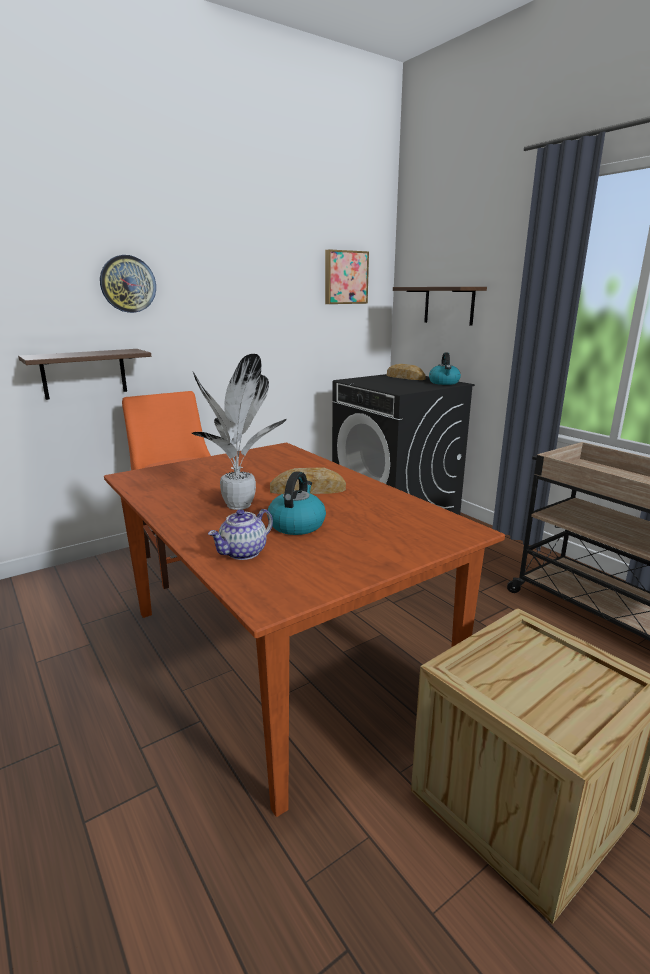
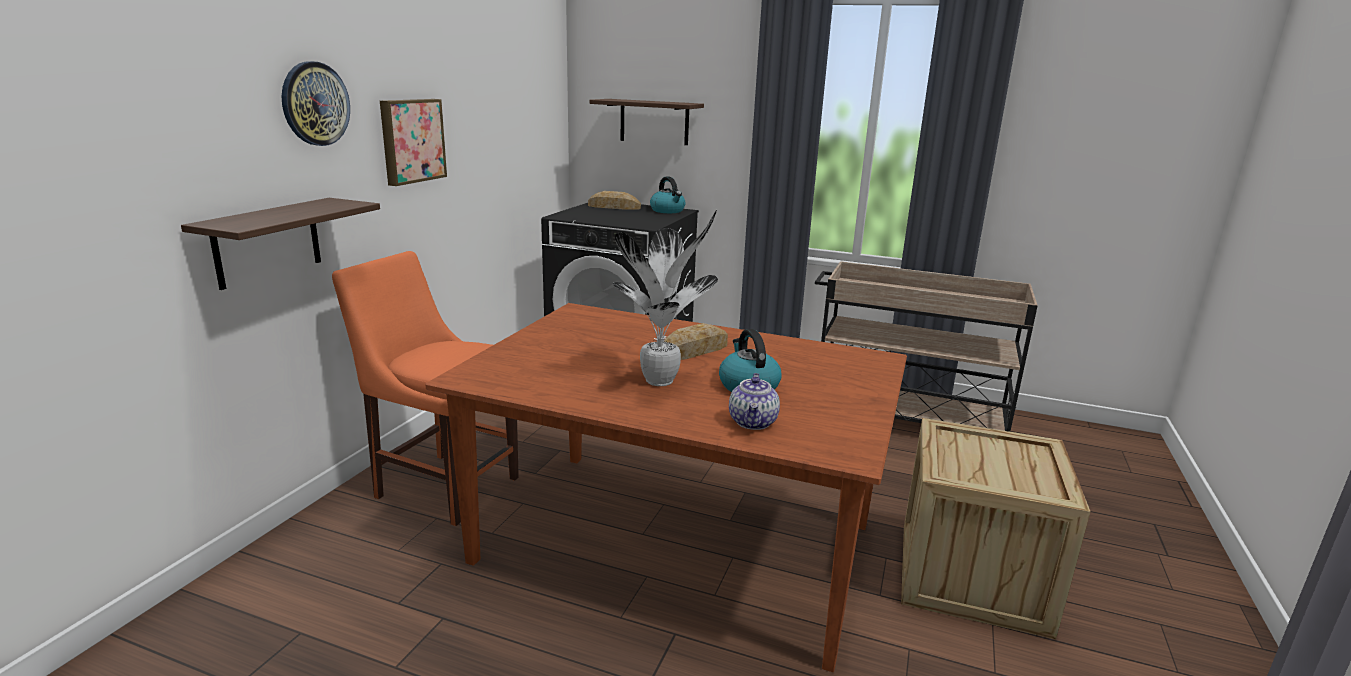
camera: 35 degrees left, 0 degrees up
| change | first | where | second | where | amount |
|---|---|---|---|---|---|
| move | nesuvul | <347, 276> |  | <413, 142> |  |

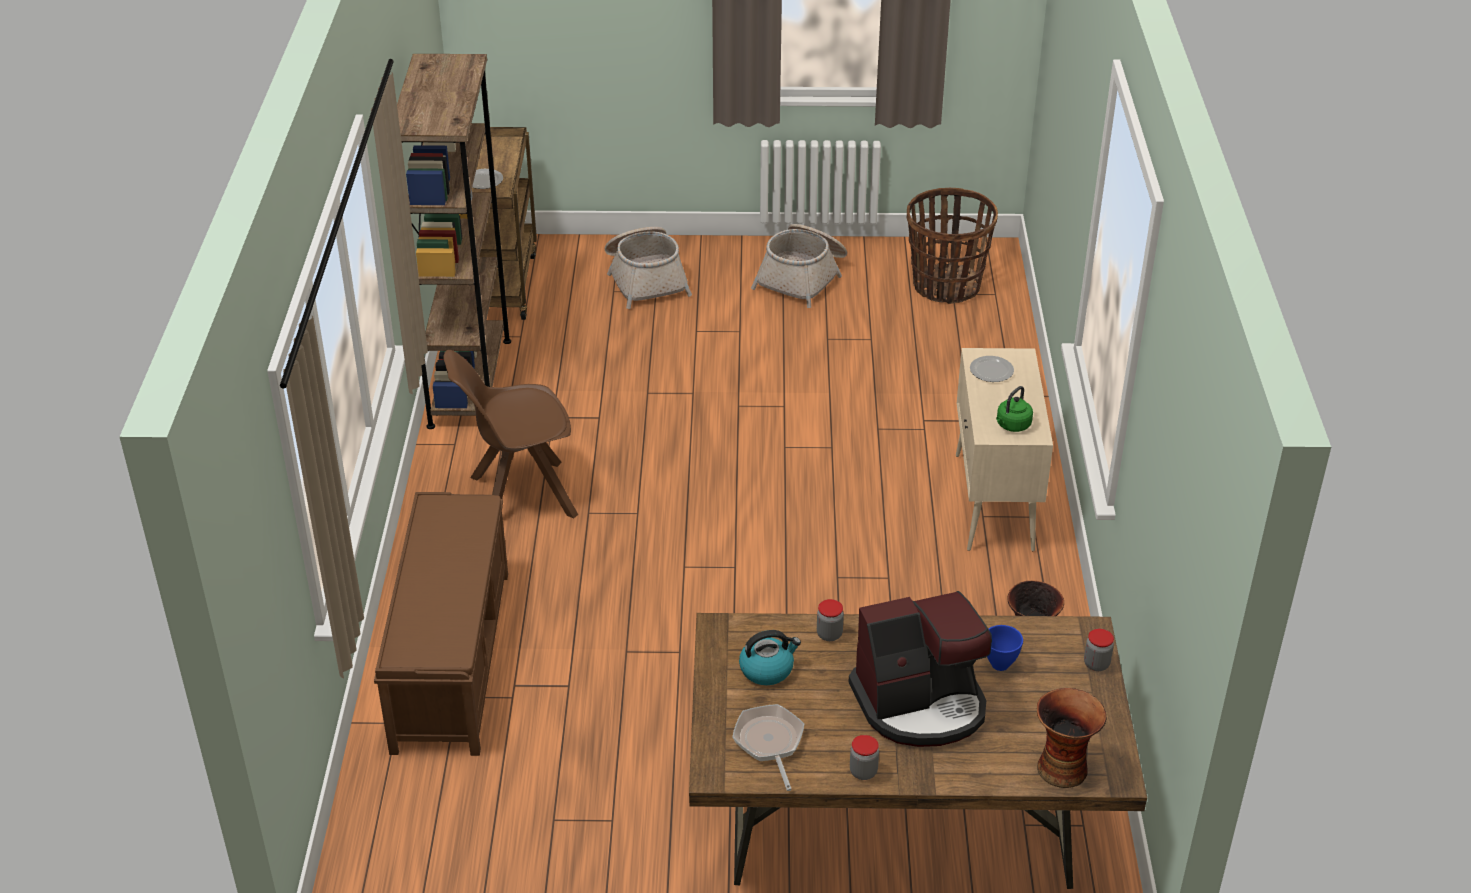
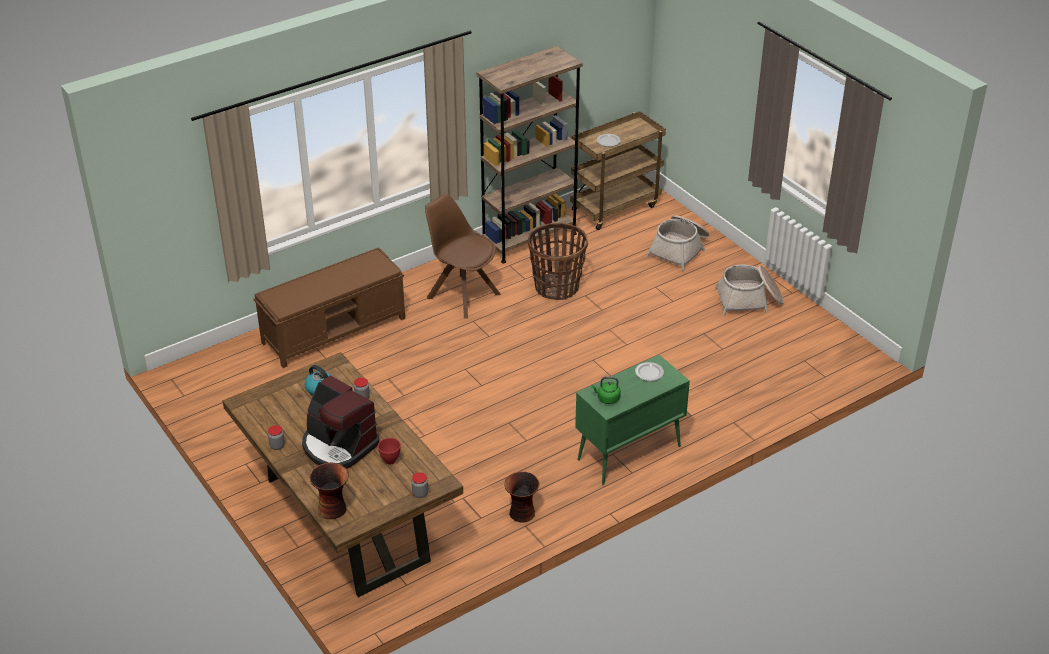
camera: 55 degrees right, 0 degrees up
| change | first | where | second | where | amount |
|---|---|---|---|---|---|
| delete | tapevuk | <768, 747> |  |  |  |
| move | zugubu | <952, 246> |  | <558, 261> |  |
| recolor | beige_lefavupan | <1004, 449> | green_lefavupan | <632, 420> |  |
| recolor | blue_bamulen | <1005, 648> | red_bamulen | <389, 451> |  |

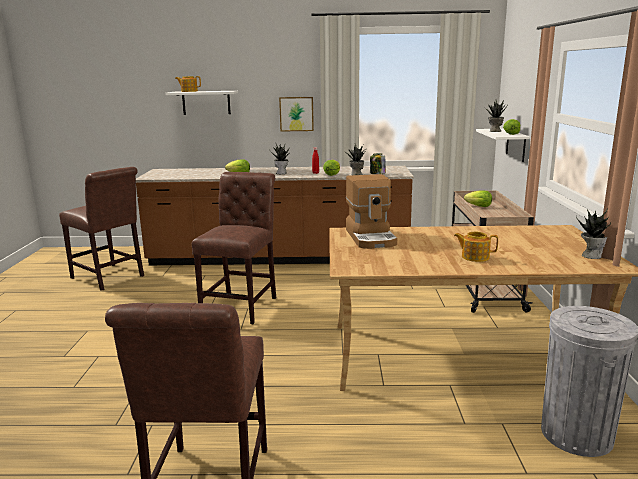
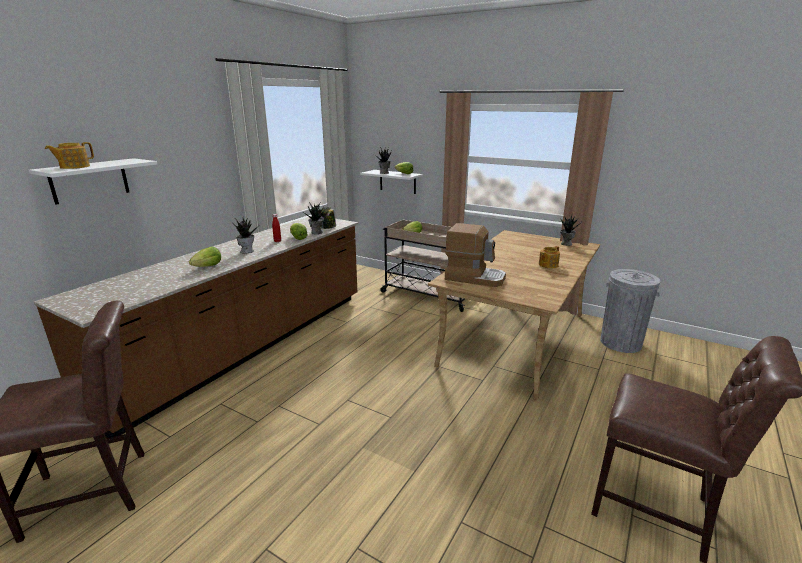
camera: 60 degrees left, 5 degrees up
| change | first | where | second | where | amount |
|---|---|---|---|---|---|
| delete | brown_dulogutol | <234, 248> |  |  |  |
| delete | nesuvul | <296, 114> |  |  |  |

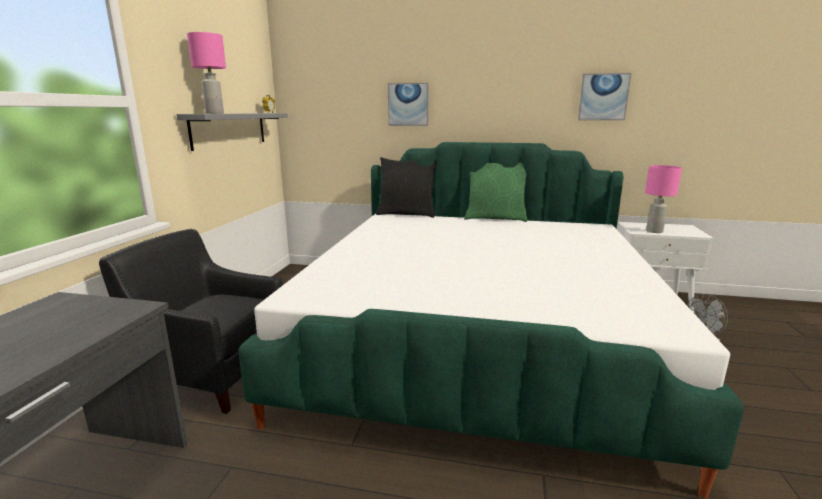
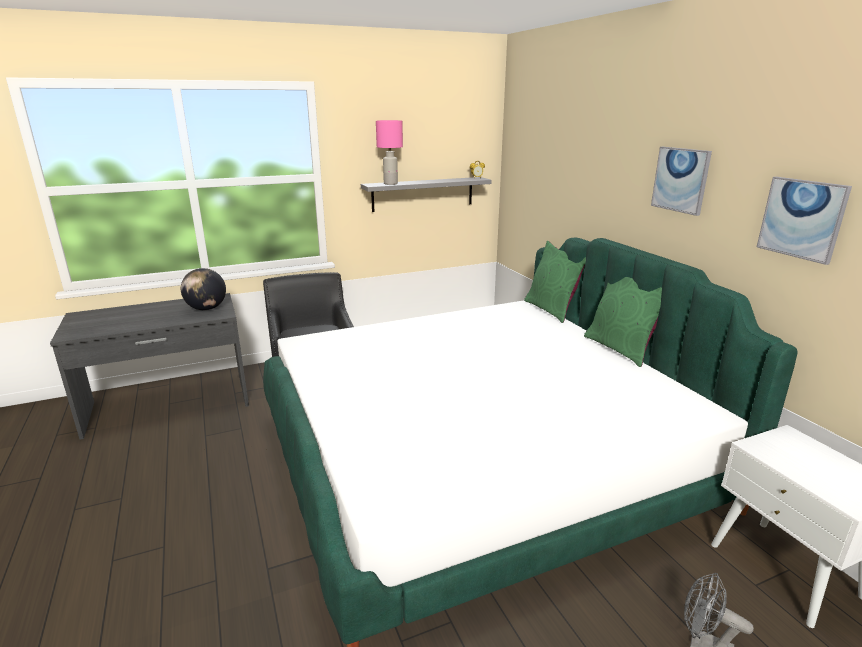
camera: 55 degrees right, 5 degrees up
| change | first | where | second | where | amount |
|---|---|---|---|---|---|
| delete | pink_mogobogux | <663, 199> |  |  |  |
| insert |  |  | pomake | <203, 289> |  |
| move | nesuvul | <408, 104> |  | <681, 181> |  |
| recolor | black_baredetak | <406, 187> | green_baredetak | <555, 282> |  |

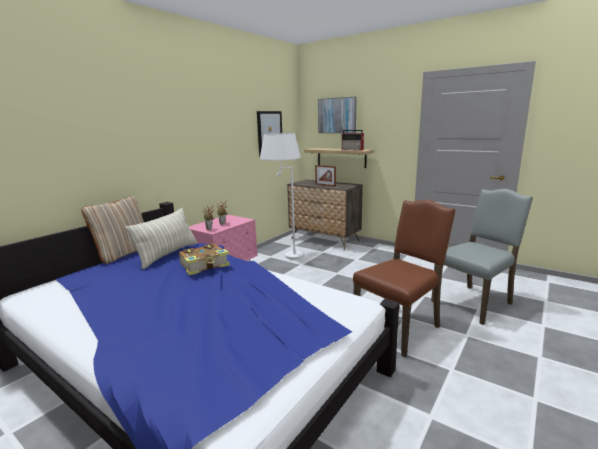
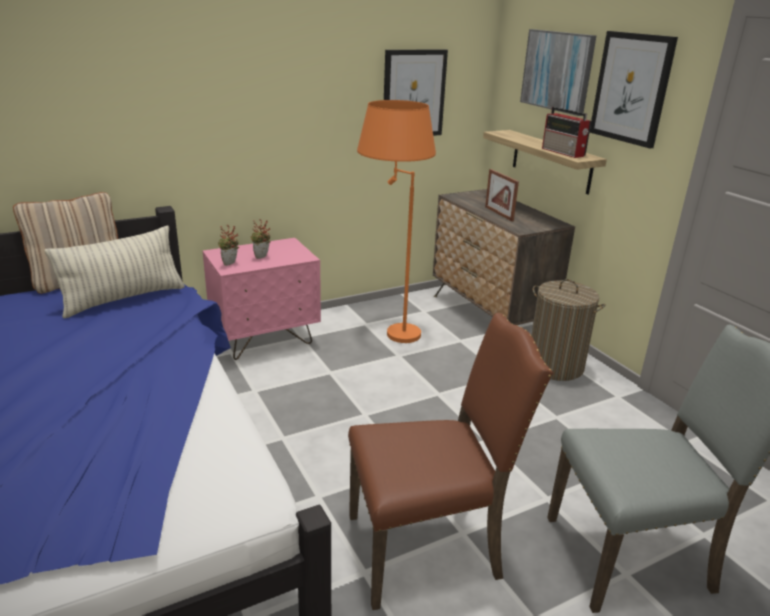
camera: 25 degrees right, 10 degrees up
| change | first | where | second | where | amount |
|---|---|---|---|---|---|
| delete | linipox | <204, 259> |  |  |  |
| insert |  |  | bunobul | <568, 330> |  |
| insert |  |  | nesuvul | <634, 89> |  |
| recolor | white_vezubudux | <282, 196> | orange_vezubudux | <396, 221> |  |

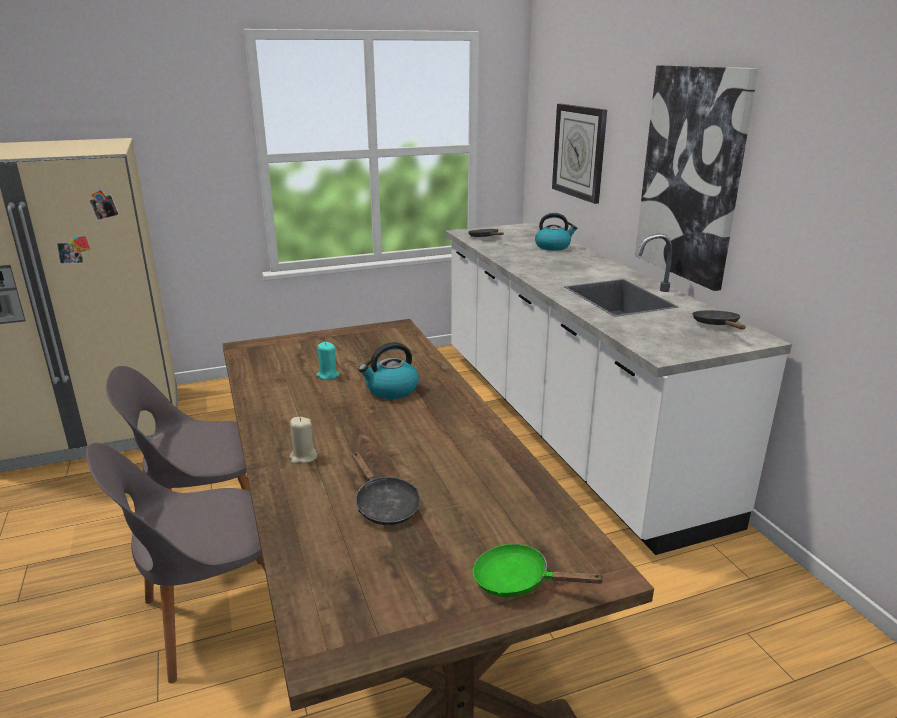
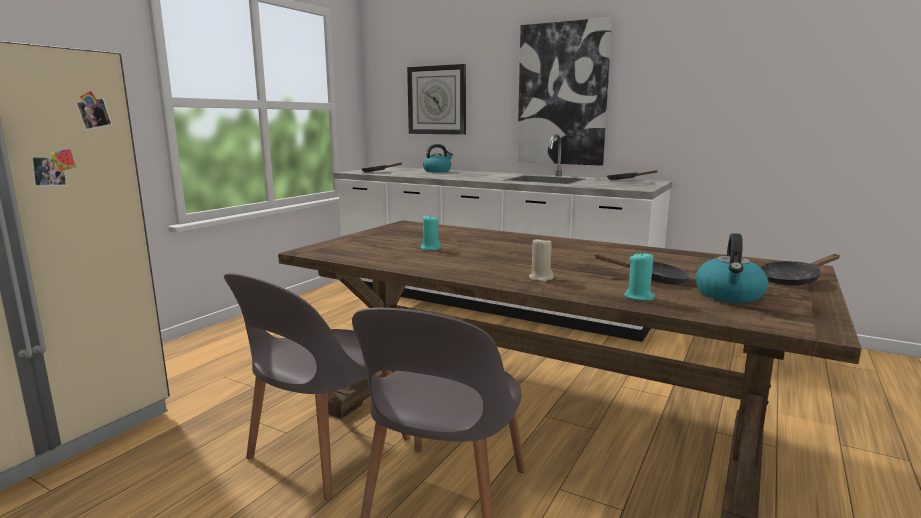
camera: 40 degrees left, 10 degrees down
| change | first | where | second | where | amount |
|---|---|---|---|---|---|
| insert |  |  | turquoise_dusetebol | <639, 276> |  |
| move | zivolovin | <388, 370> |  | <731, 268> |  |
| recolor | green_tapevuk | <539, 570> | black_tapevuk | <800, 269> |  |

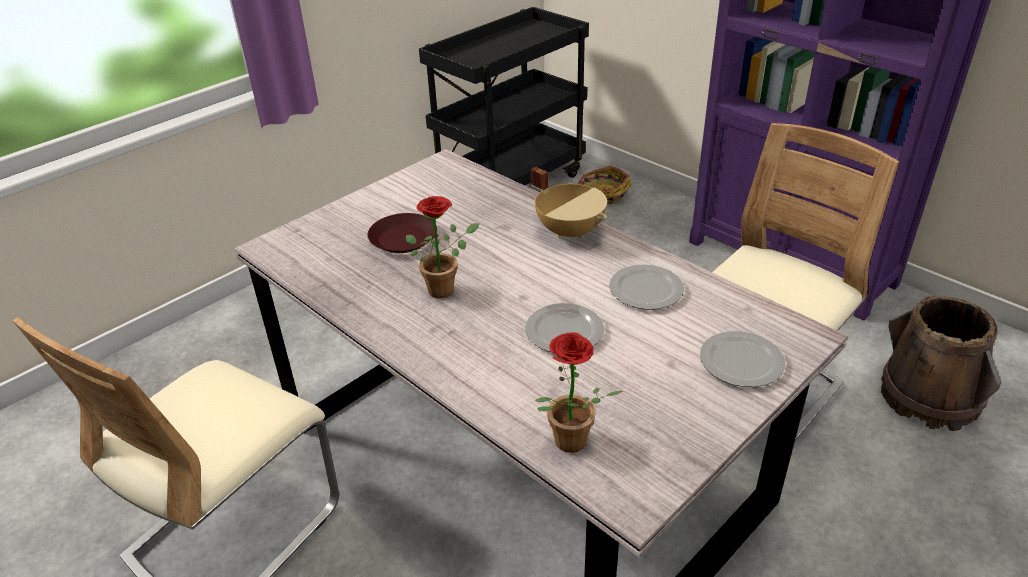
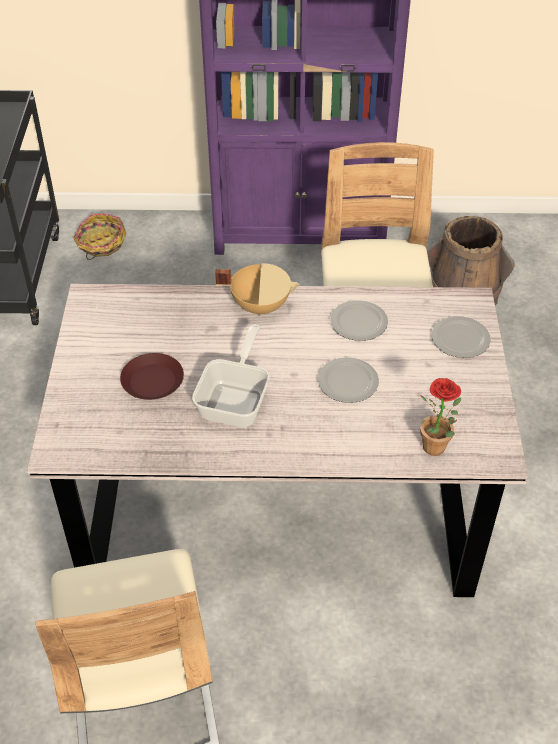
camera: 45 degrees left, 10 degrees up
| change | first | where | second | where | amount |
|---|---|---|---|---|---|
| replace | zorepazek | <442, 247> | tapevuk | <231, 375> |  |

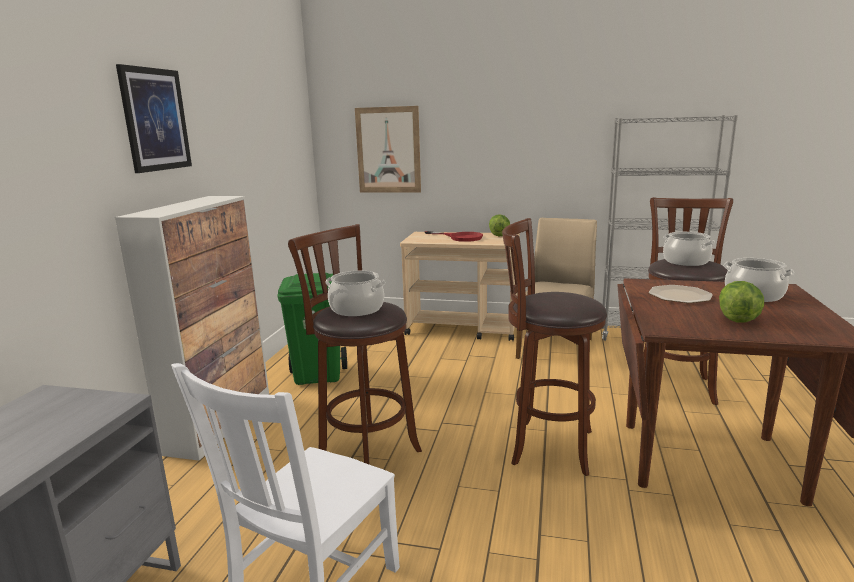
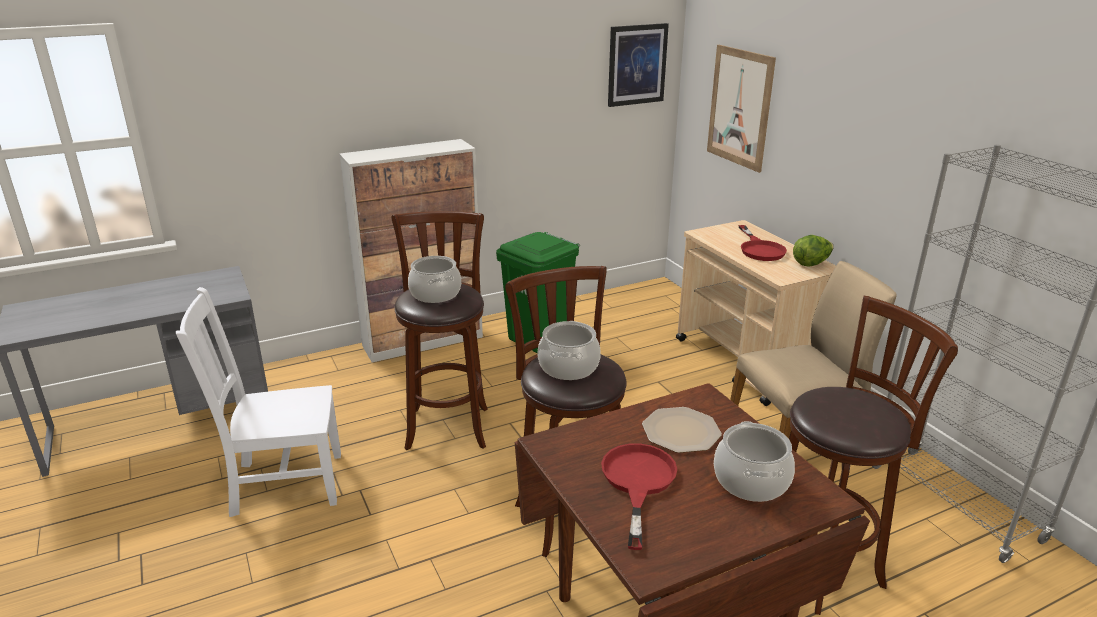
camera: 50 degrees right, 10 degrees up
| change | first | where | second | where | amount |
|---|---|---|---|---|---|
| move | nesuvul | <154, 118> |  | <638, 65> |  |
| move | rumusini | <689, 249> |  | <569, 350> |  |
| replace | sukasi | <741, 302> | red_tapevuk | <639, 496> |  |

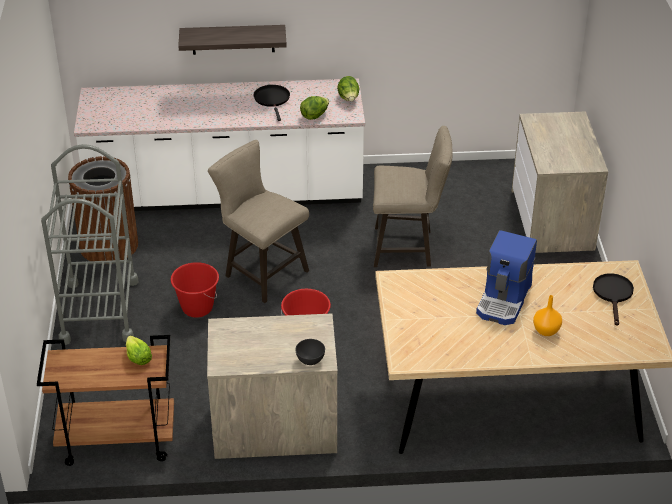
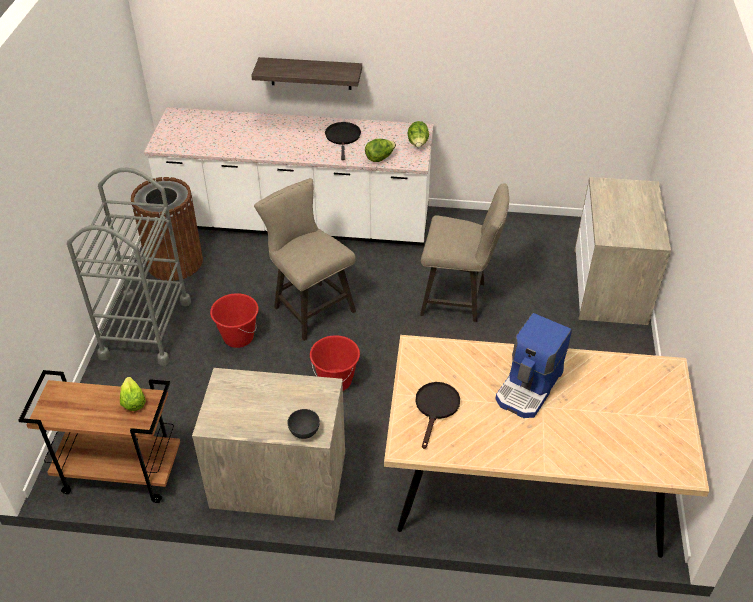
camera: 10 degrees right, 5 degrees up
| change | first | where | second | where | amount |
|---|---|---|---|---|---|
| delete | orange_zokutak | <547, 315> |  |  |  |
| move | black_tapevuk | <613, 299> |  | <437, 415> |  |

